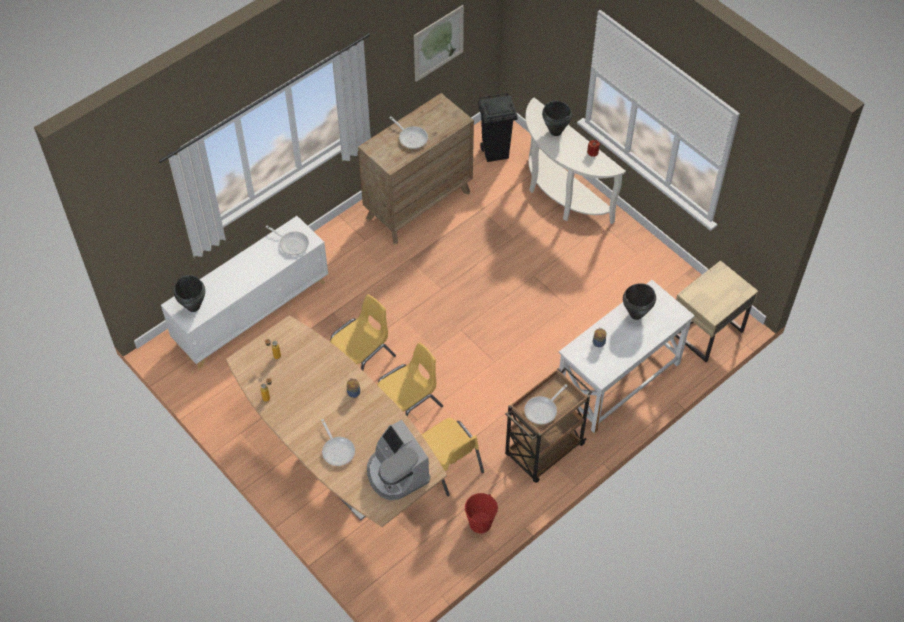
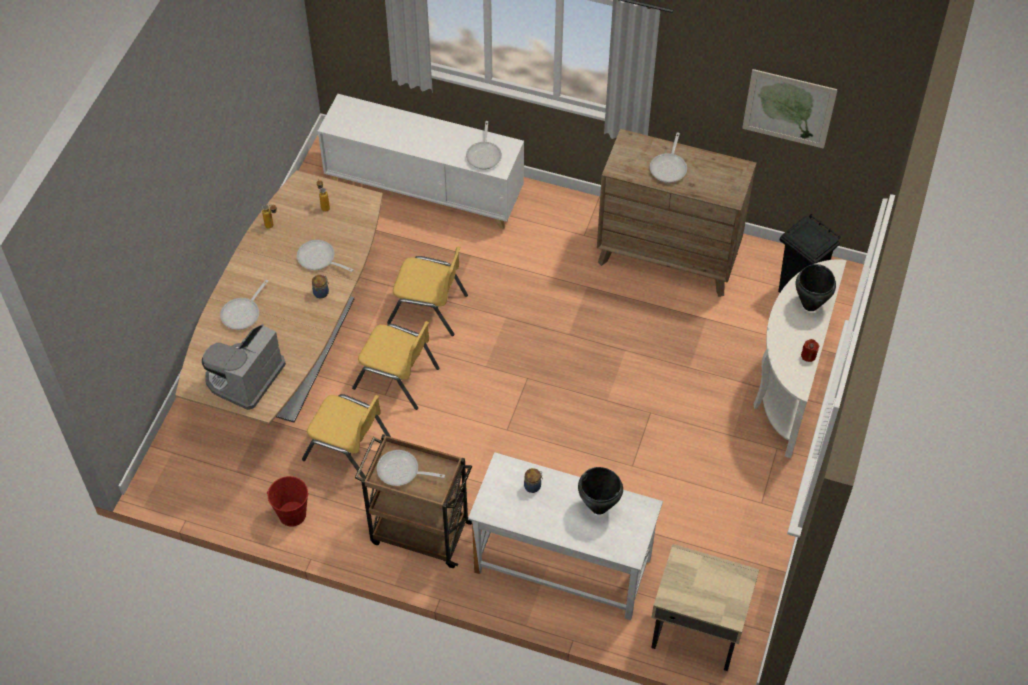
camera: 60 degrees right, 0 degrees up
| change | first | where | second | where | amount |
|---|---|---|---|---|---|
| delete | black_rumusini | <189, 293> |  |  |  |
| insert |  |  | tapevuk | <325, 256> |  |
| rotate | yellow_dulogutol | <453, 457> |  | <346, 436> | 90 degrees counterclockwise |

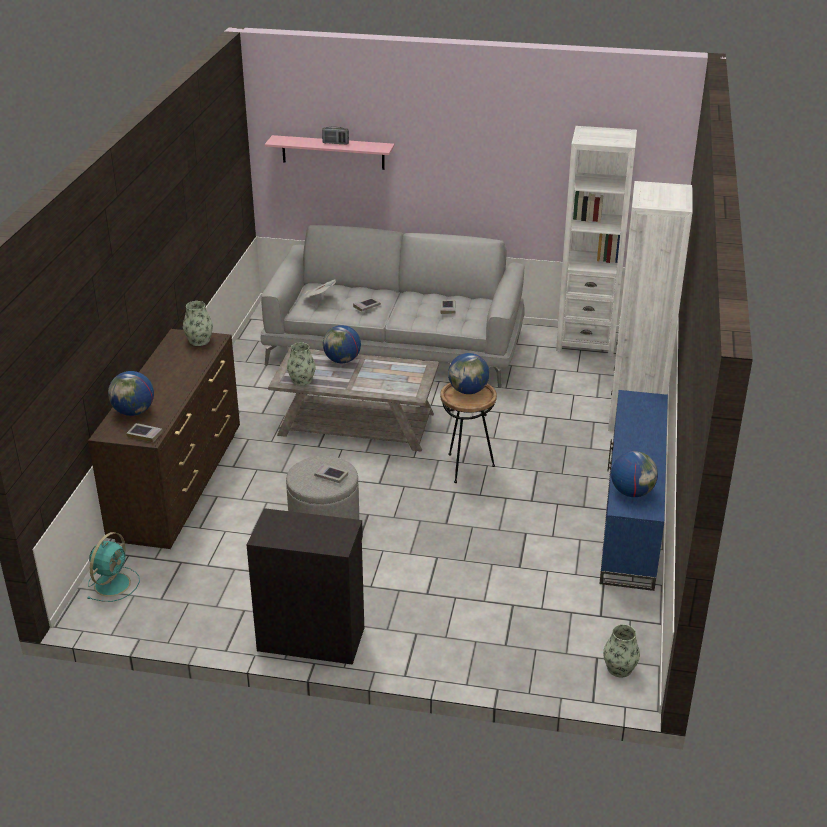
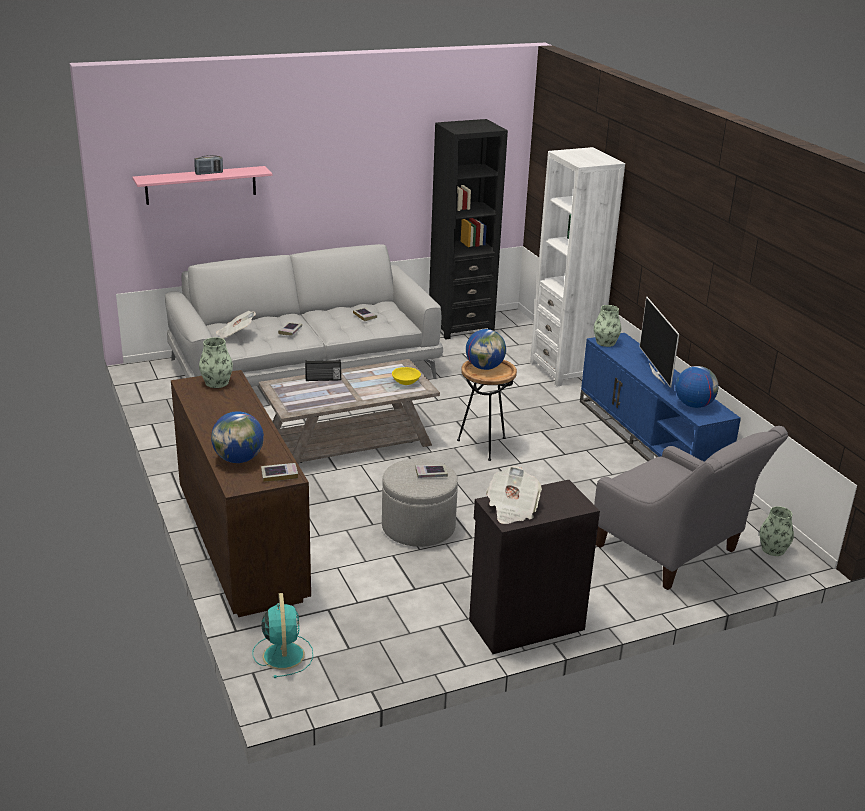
camera: 35 degrees left, 5 degrees down
| change | first | where | second | where | amount |
|---|---|---|---|---|---|
| insert |  |  | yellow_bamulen | <406, 376> |  |
| insert |  |  | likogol | <514, 495> |  |
| insert |  |  | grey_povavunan | <691, 508> |  |
| insert |  |  | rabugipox | <659, 342> |  |
| move | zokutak | <301, 364> |  | <607, 326> |  |
| replace | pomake | <342, 344> | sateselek | <323, 370> |  |
| recolor | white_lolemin | <596, 241> | black_lolemin | <468, 229> |  |

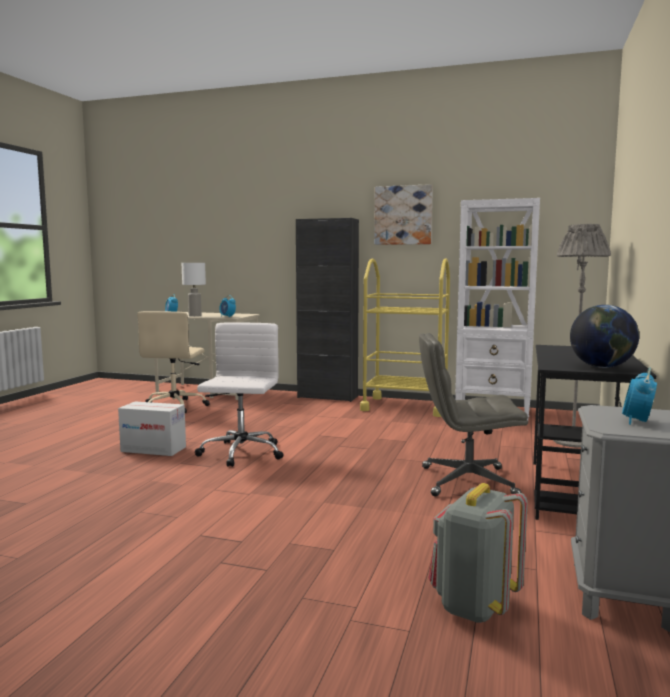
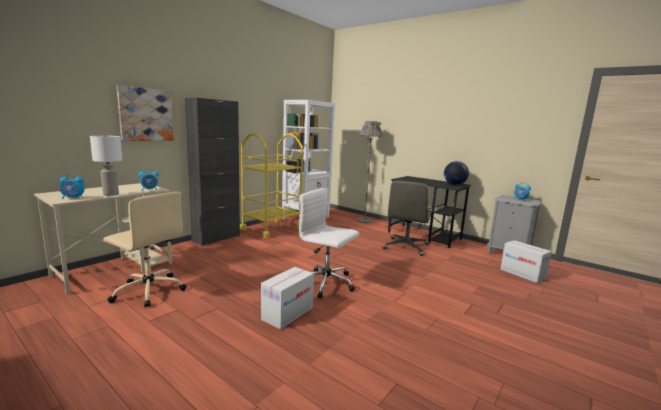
camera: 70 degrees left, 5 degrees up
| change | first | where | second | where | amount |
|---|---|---|---|---|---|
| move | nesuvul | <403, 214> |  | <145, 113> |  |
| replace | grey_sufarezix | <478, 553> | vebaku | <526, 261> |  |

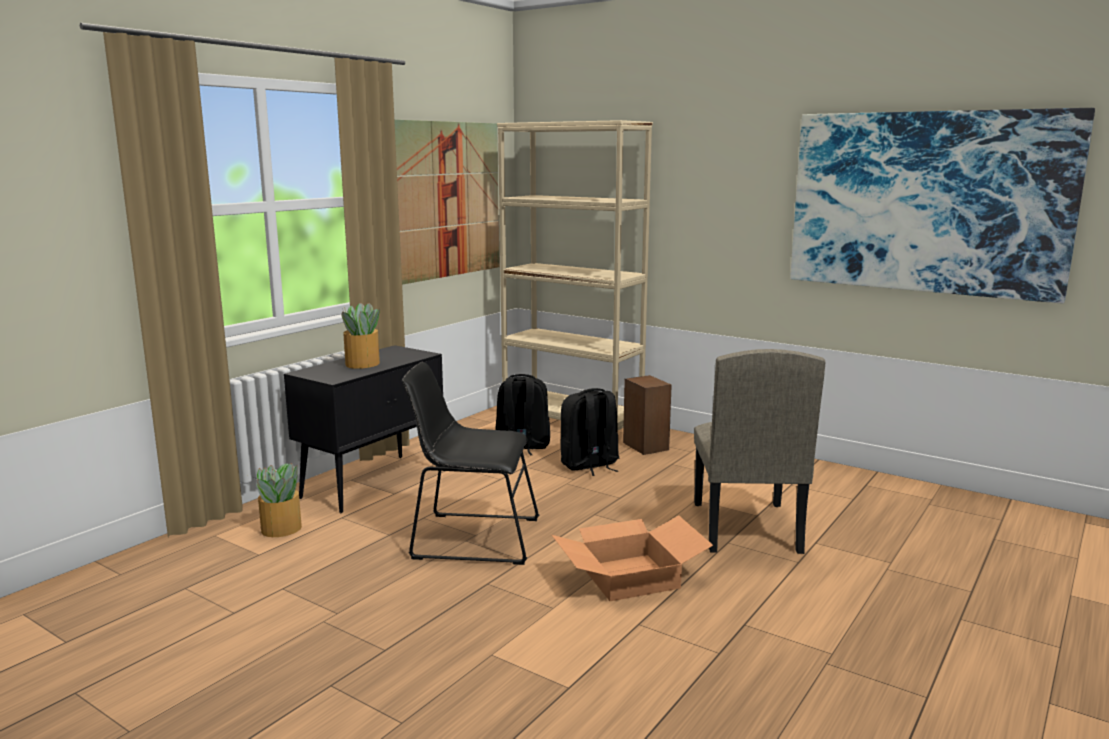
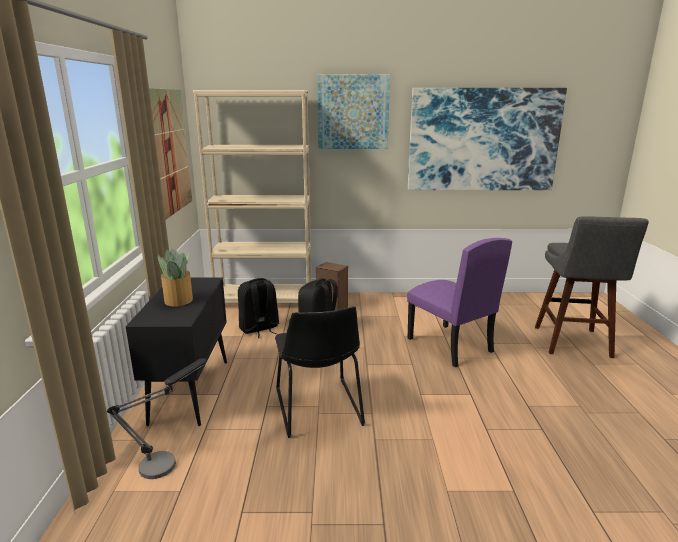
camera: 35 degrees left, 5 degrees up
| change | first | where | second | where | amount |
|---|---|---|---|---|---|
| delete | vebaku | <632, 558> |  |  |  |
| insert |  |  | nesuvul | <353, 111> |  |
| insert |  |  | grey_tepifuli | <592, 287> |  |
| replace | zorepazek | <276, 500> | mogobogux | <157, 418> |  |
| recolor | beige_dulogutol | <759, 451> | purple_dulogutol | <459, 302> |  |
| rotate | black_dulogutol | <470, 463> |  | <320, 372> | 75 degrees counterclockwise |

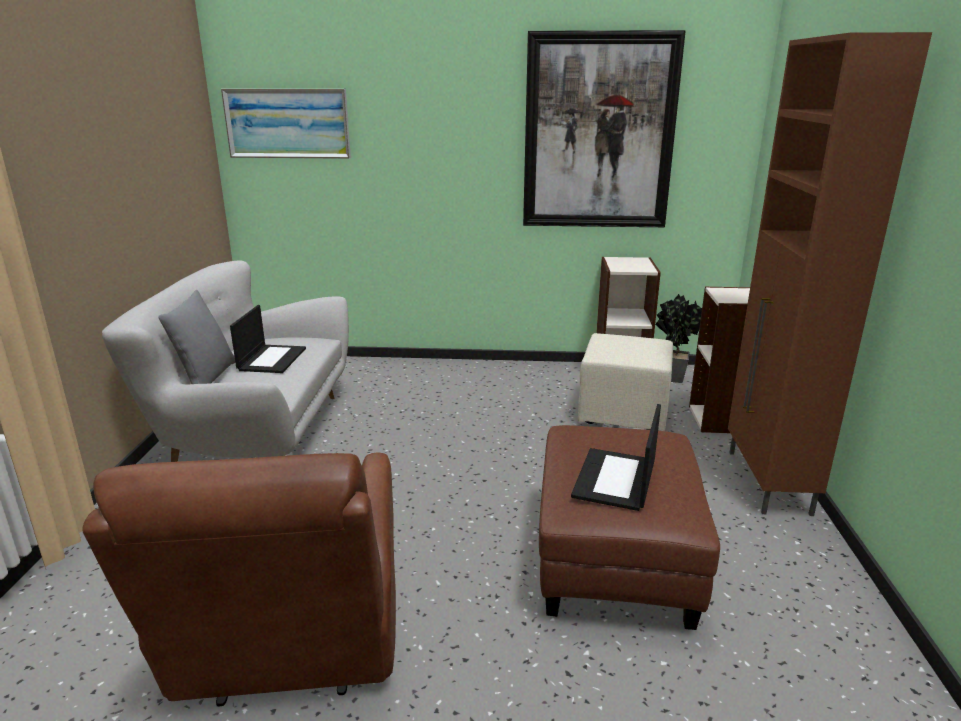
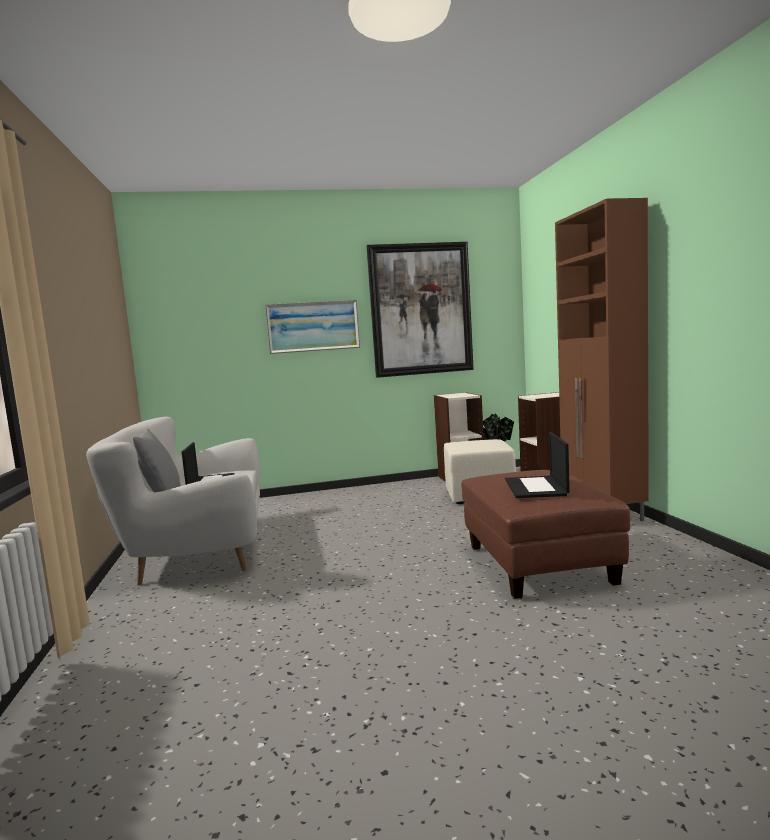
camera: 15 degrees left, 15 degrees down
| change | first | where | second | where | amount |
|---|---|---|---|---|---|
| delete | brown_povavunan | <239, 579> |  |  |  |
| move | nesuvul | <286, 124> |  | <312, 327> |  |

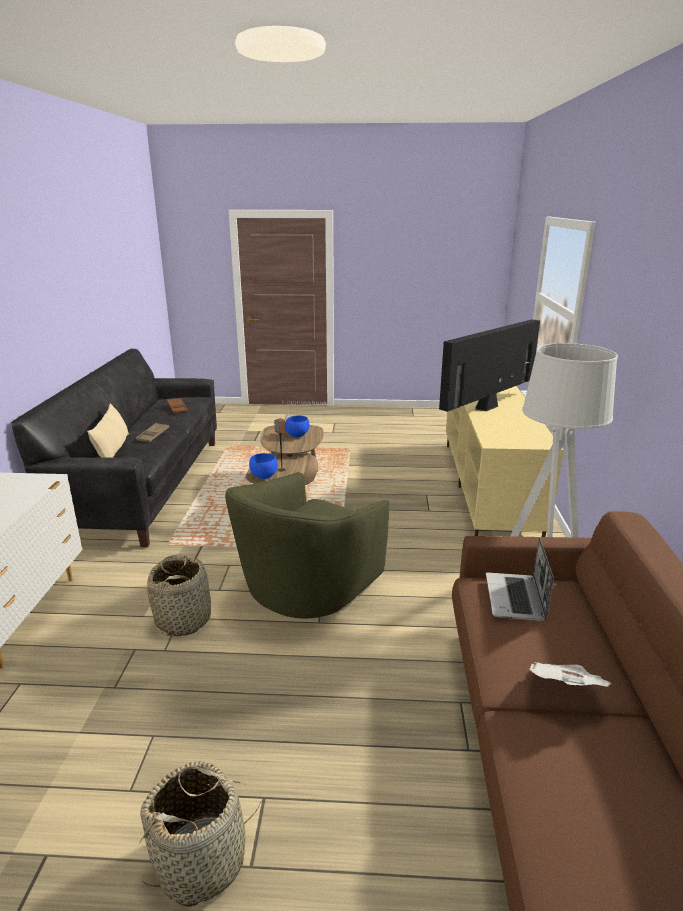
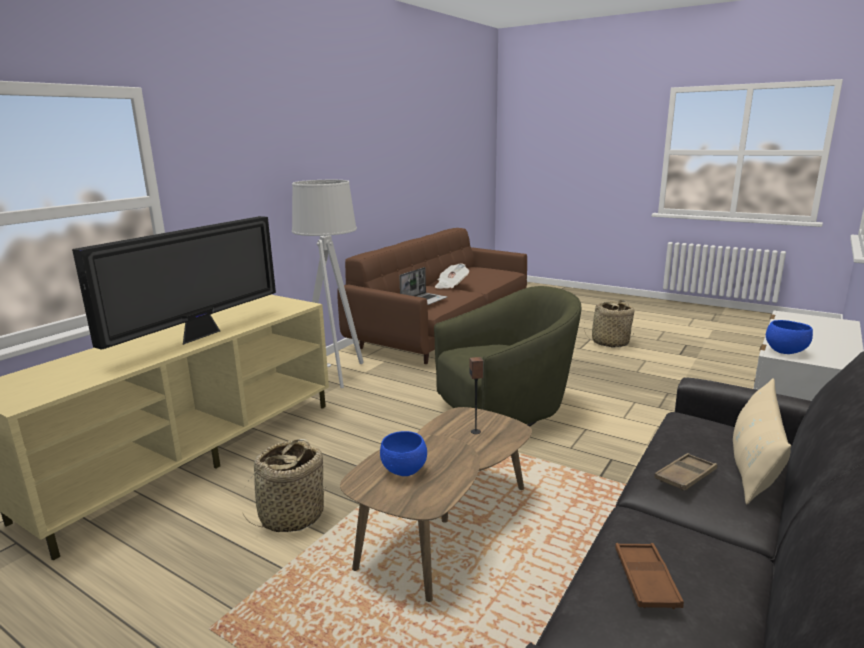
camera: 150 degrees left, 5 degrees down
| change | first | where | second | where | amount |
|---|---|---|---|---|---|
| move | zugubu | <179, 595> |  | <285, 485> |  |
| move | blue_bamulen | <263, 466> |  | <789, 337> |  |
| rotate | rabugipox | <489, 365> |  | <174, 283> | 45 degrees counterclockwise |

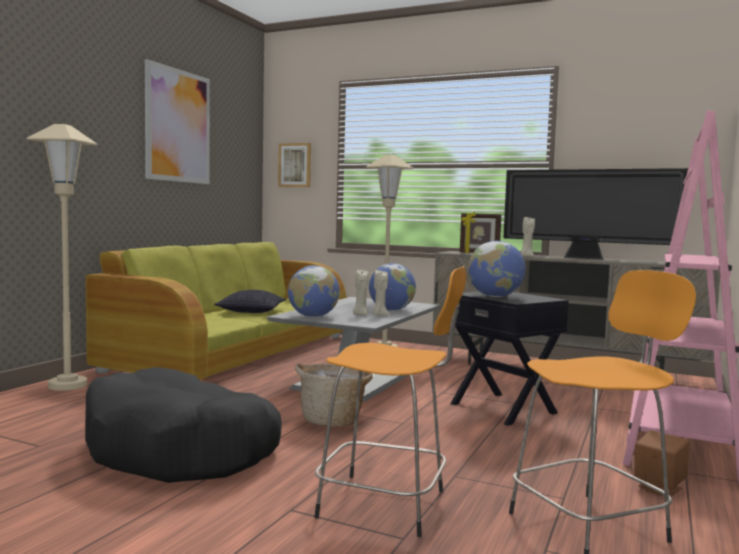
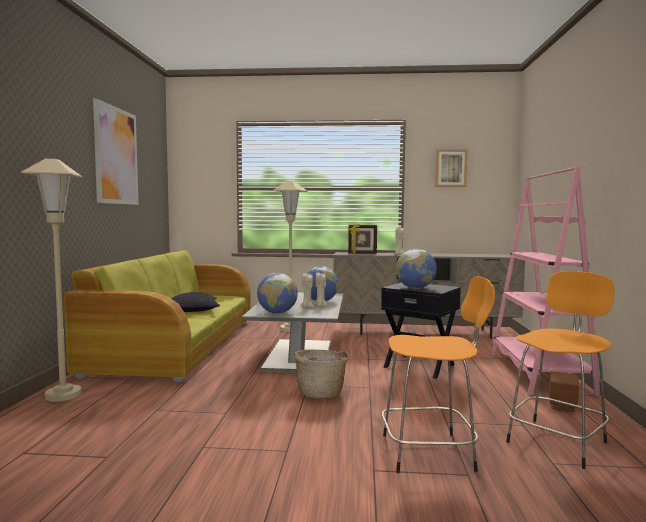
camera: 20 degrees left, 0 degrees up
| change | first | where | second | where | amount |
|---|---|---|---|---|---|
| delete | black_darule | <183, 425> |  |  |  |
| delete | rabugipox | <596, 214> |  |  |  |
| move | nesuvul | <294, 165> |  | <451, 168> |  |

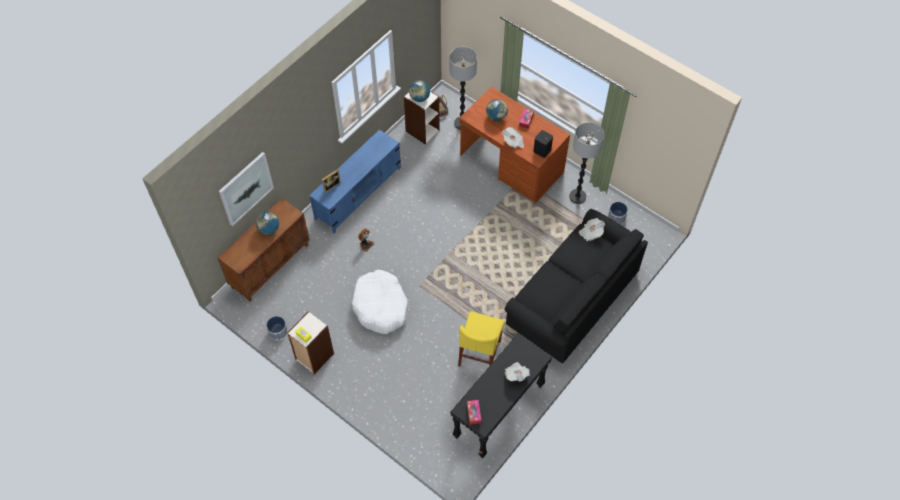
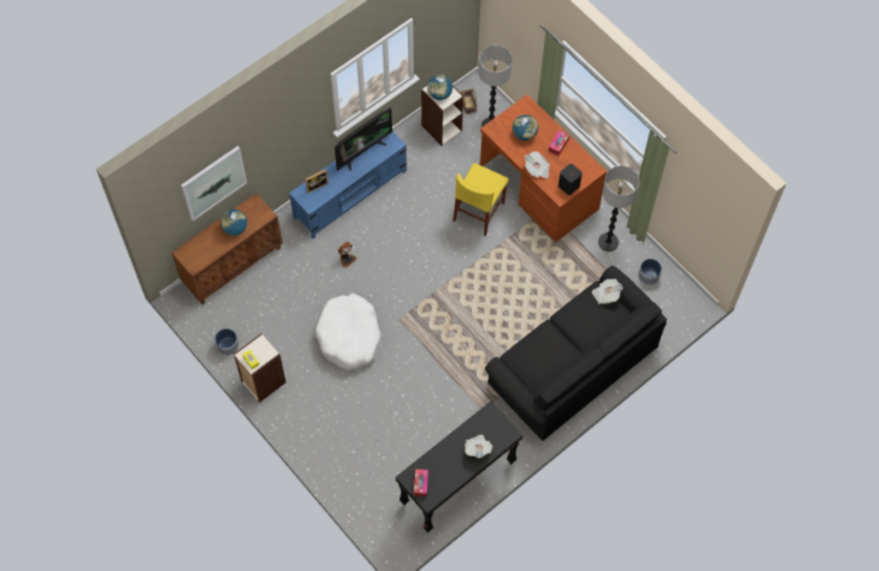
camera: 10 degrees right, 5 degrees up
| change | first | where | second | where | amount |
|---|---|---|---|---|---|
| insert |  |  | rabugipox | <363, 139> |  |
| move | yellow_dulogutol | <481, 338> |  | <481, 199> |  |

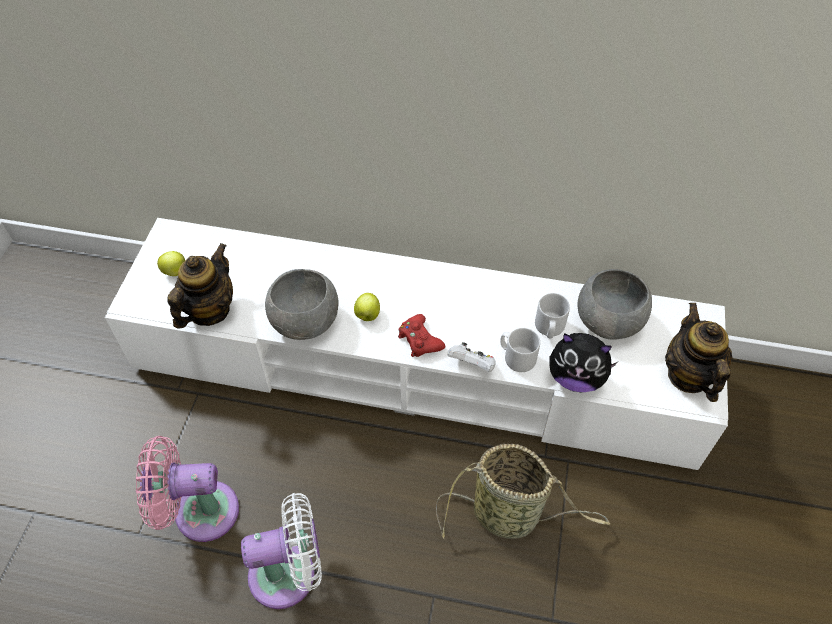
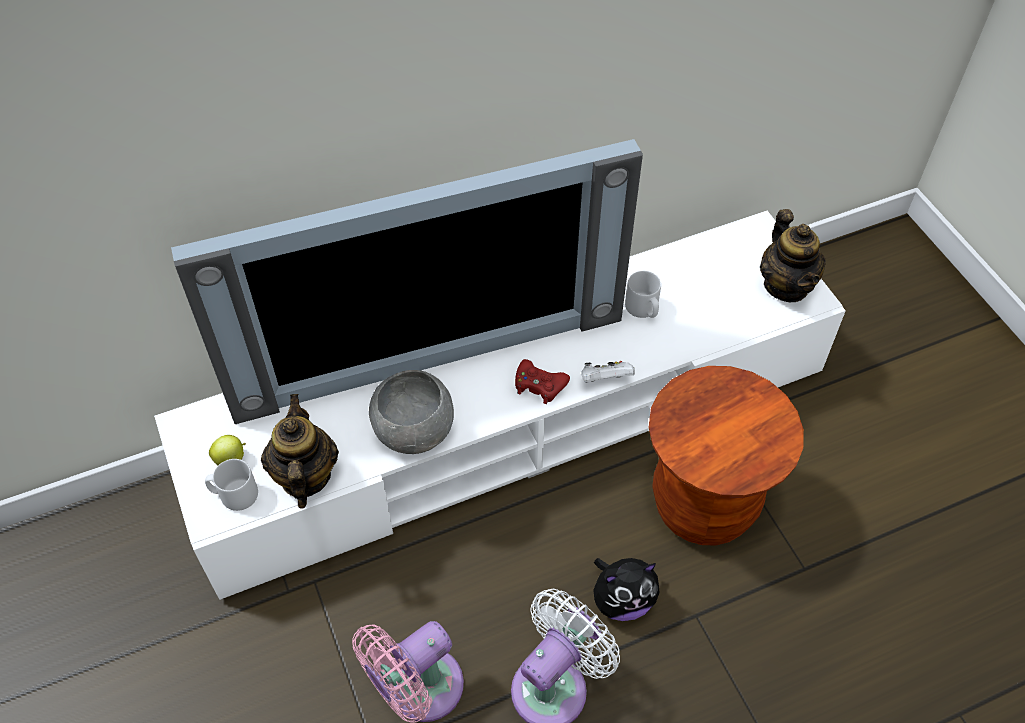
camera: 35 degrees left, 0 degrees up
| change | first | where | second | where | amount |
|---|---|---|---|---|---|
| delete | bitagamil | <367, 307> |  |  |  |
| delete | grey_bamulen | <615, 304> |  |  |  |
| insert |  |  | rabugipox | <407, 281> |  |
| move | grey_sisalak | <520, 350> |  | <231, 485> |  |
| move | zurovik | <583, 362> |  | <626, 589> |  |
| replace | zugubu | <523, 491> | brown_tepifuli | <726, 455> |  |
| rotate | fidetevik | <698, 352> |  | <793, 255> | 150 degrees counterclockwise |

